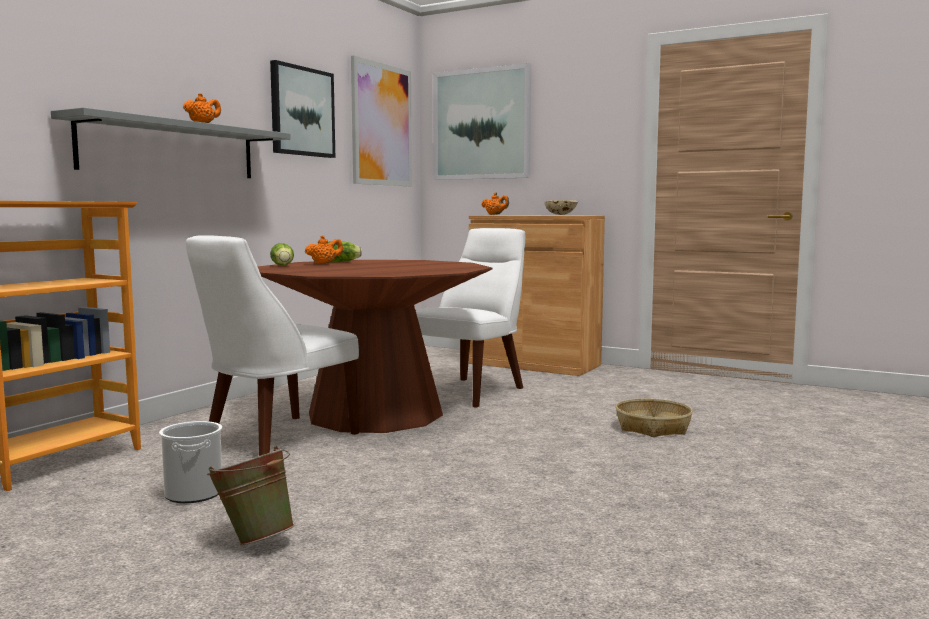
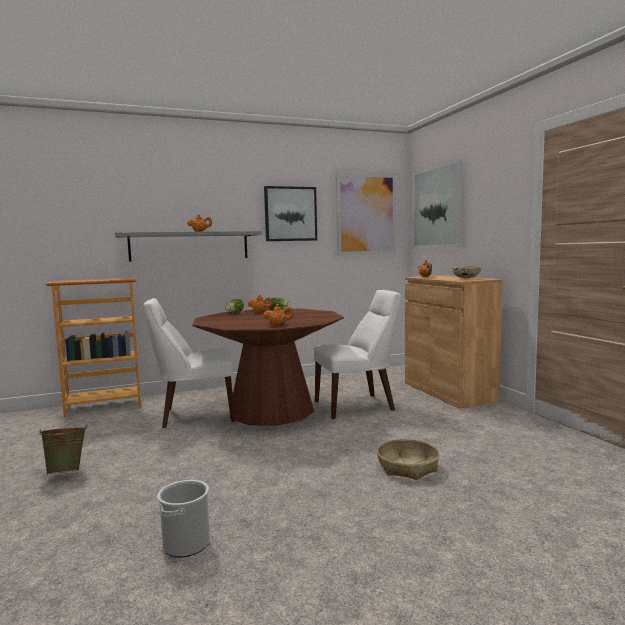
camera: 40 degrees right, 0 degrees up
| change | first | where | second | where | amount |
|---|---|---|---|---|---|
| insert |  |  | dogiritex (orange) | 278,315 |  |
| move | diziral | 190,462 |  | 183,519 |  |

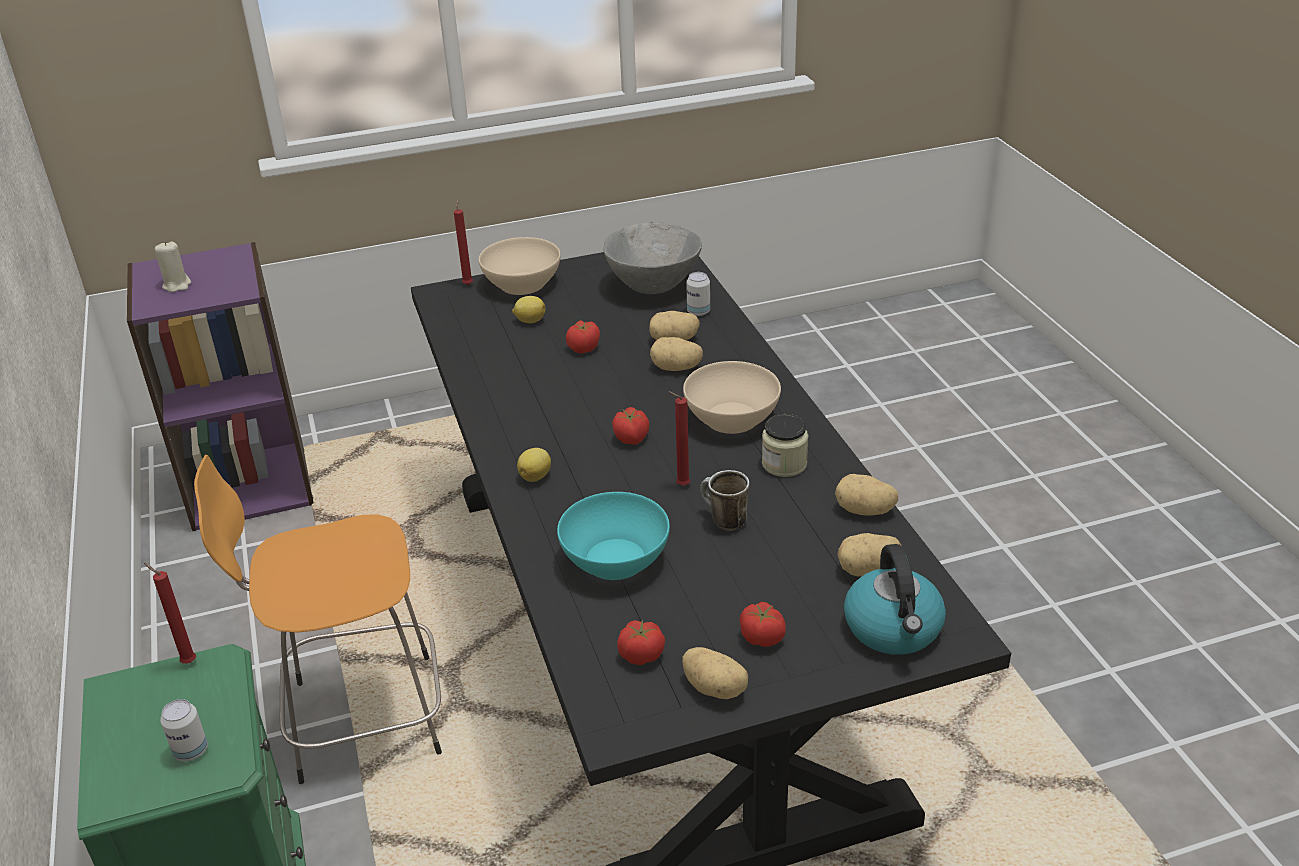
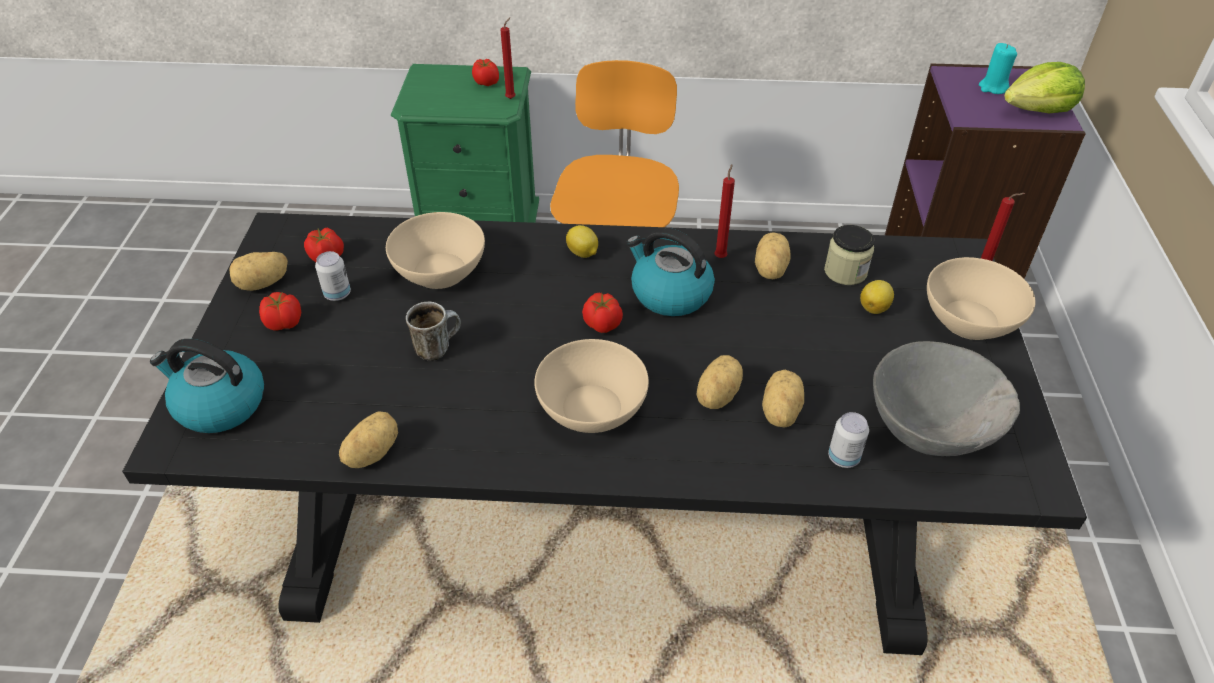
camera: 110 degrees right, 10 degrees up
| change | first | where | second | where | amount |
|---|---|---|---|---|---|
| insert |  |  | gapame | 670,272 |  |
| insert |  |  | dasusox | 1044,87 |  |
| move | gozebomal | 184,730 |  | 333,276 |  |
| move | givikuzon | 583,336 |  | 485,72 |  |
| move | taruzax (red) | 679,438 |  | 724,211 |  |
| move | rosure | 785,445 |  | 849,255 |  |
| move | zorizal | 869,554 |  | 773,255 |  |
| recolor | taruzax (beige) | 173,266 | taruzax (turquoise) | 998,68 |  |
| recolor | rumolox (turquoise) | 613,536 | rumolox (beige) | 435,250 |  |

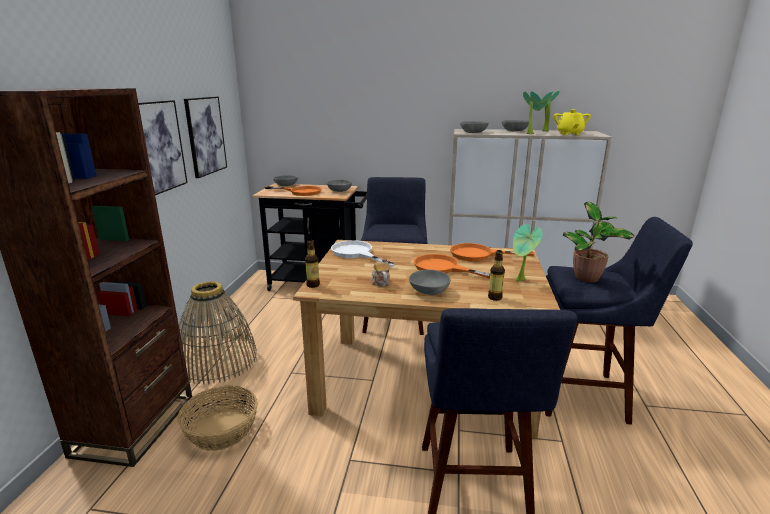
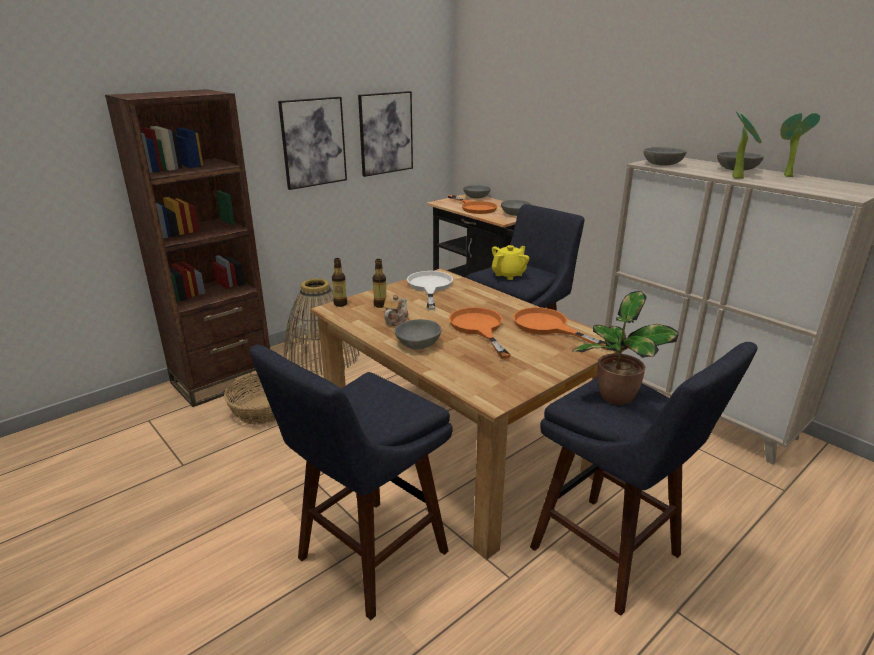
camera: 40 degrees right, 5 degrees up
| change | first | where | second | where | amount |
|---|---|---|---|---|---|
| delete | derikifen | 527,252 |  |  |  |
| move | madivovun | 496,275 |  | 379,283 |  |
| move | dogiritex (yellow) | 572,122 |  | 511,262 |  |

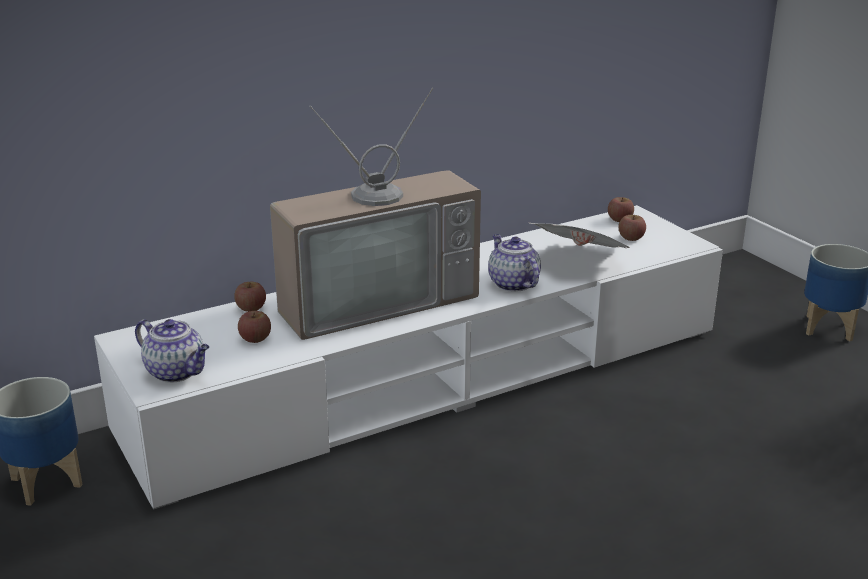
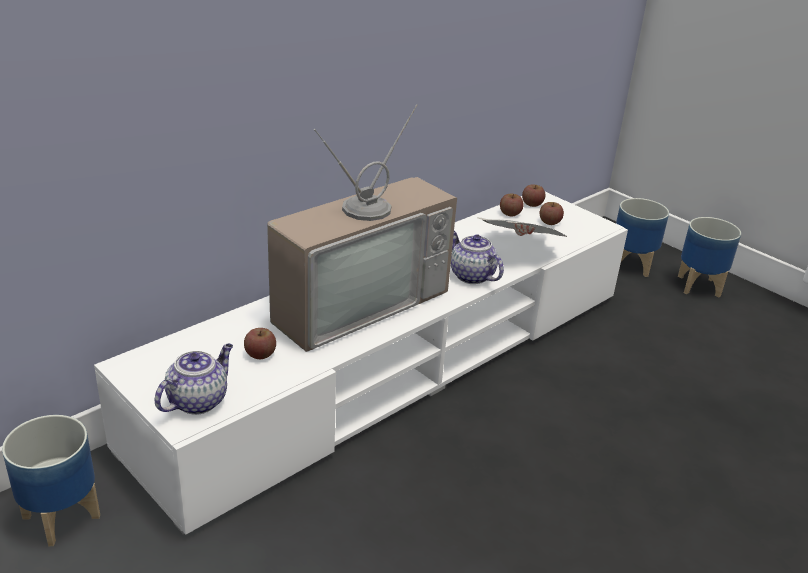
camera: 15 degrees left, 5 degrees up
| change | first | where | second | where | amount |
|---|---|---|---|---|---|
| insert |  |  | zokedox | 642,237 |  |
| move | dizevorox | 250,297 |  | 512,205 |  |
| rotate | dogiritex | 172,351 |  | 194,379 | 75 degrees counterclockwise |

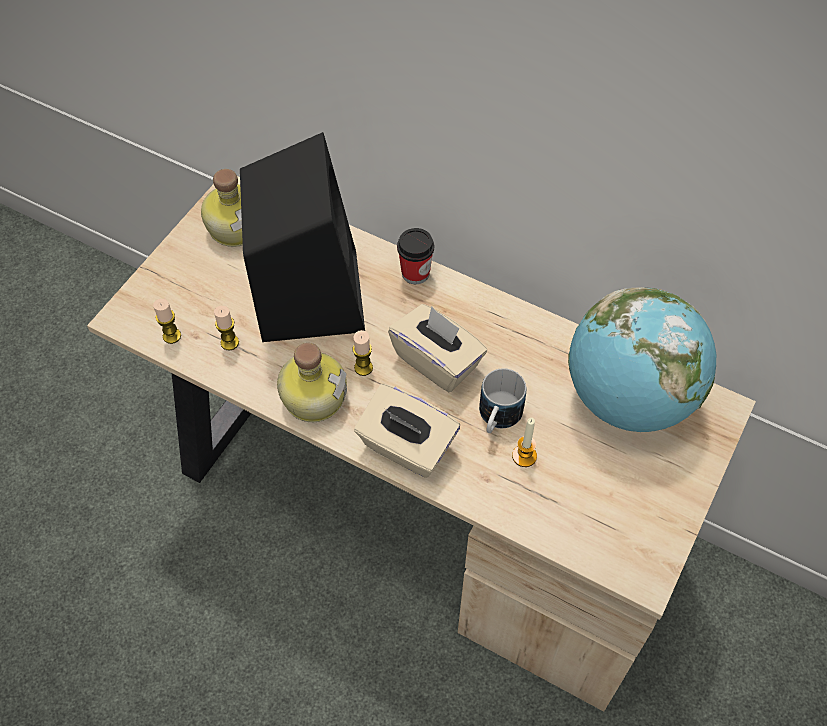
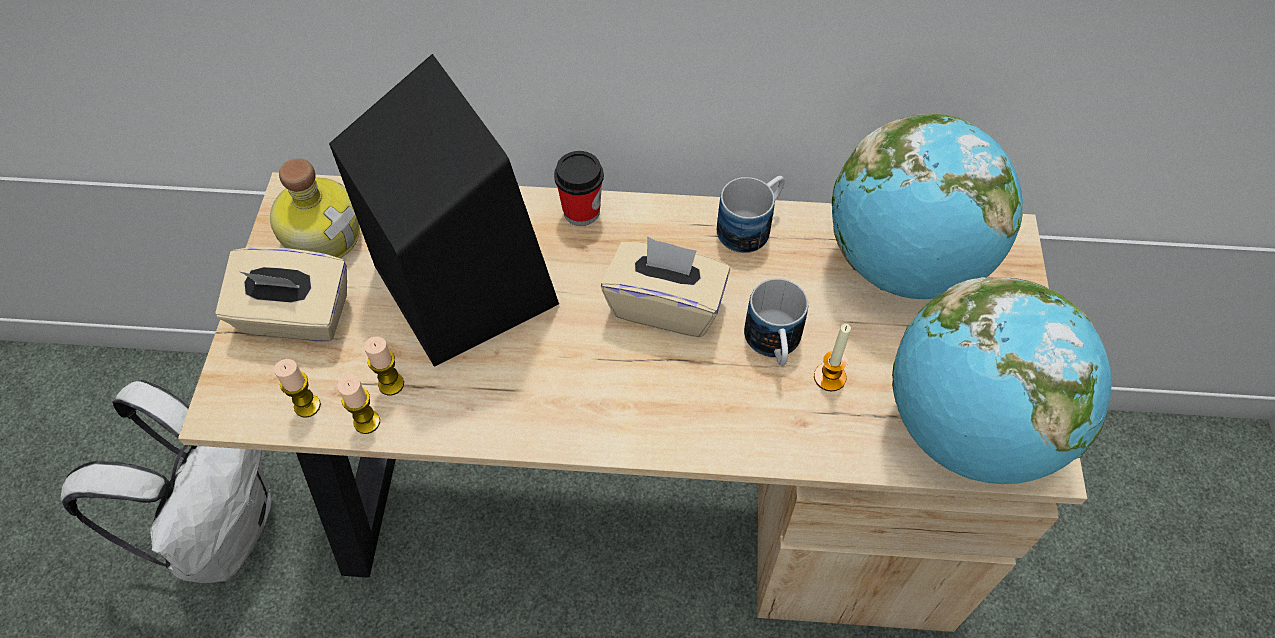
camera: 25 degrees left, 0 degrees up
| change | first | where | second | where | amount |
|---|---|---|---|---|---|
| delete | madivovun | 312,382 |  |  |  |
| insert |  |  | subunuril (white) | 166,481 |  |
| insert |  |  | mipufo | 751,214 |  |
| insert |  |  | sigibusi | 1001,380 |  |
| move | taruzax | 362,353 |  | 358,404 |  |
| move | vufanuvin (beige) | 407,431 |  | 281,294 |  |

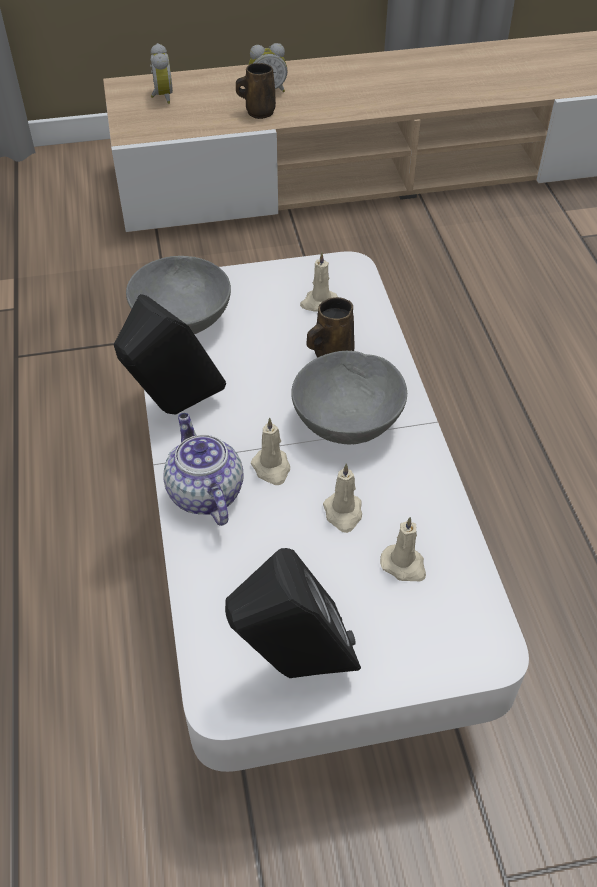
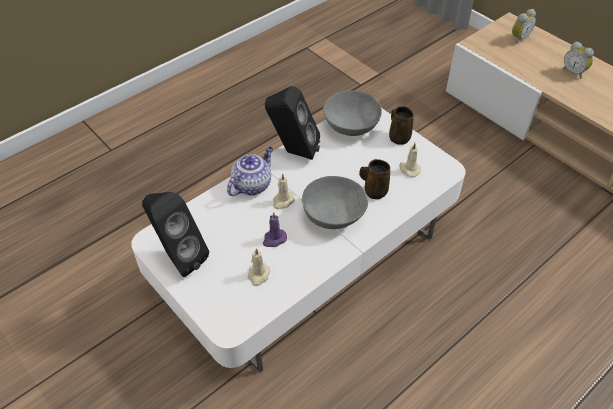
camera: 60 degrees right, 0 degrees up
| change | first | where | second | where | amount |
|---|---|---|---|---|---|
| move | mipufo (brown) | 256,91 |  | 401,125 |  |
| recolor | taruzax (beige) | 342,498 | taruzax (purple) | 275,229 |  |

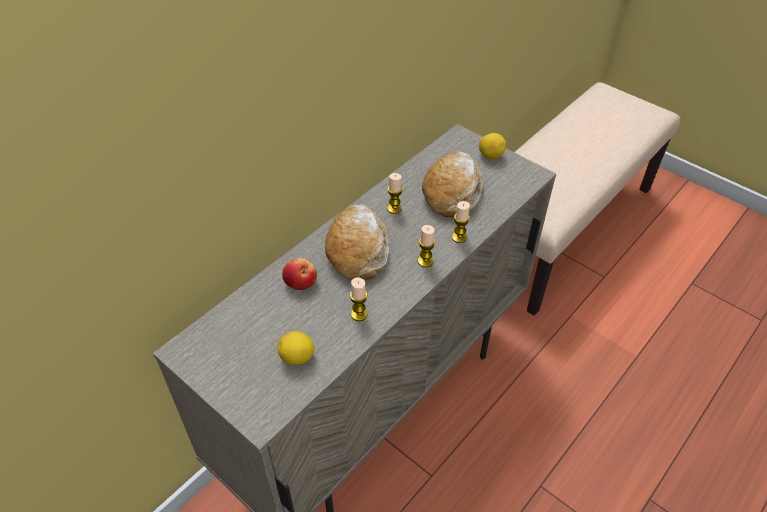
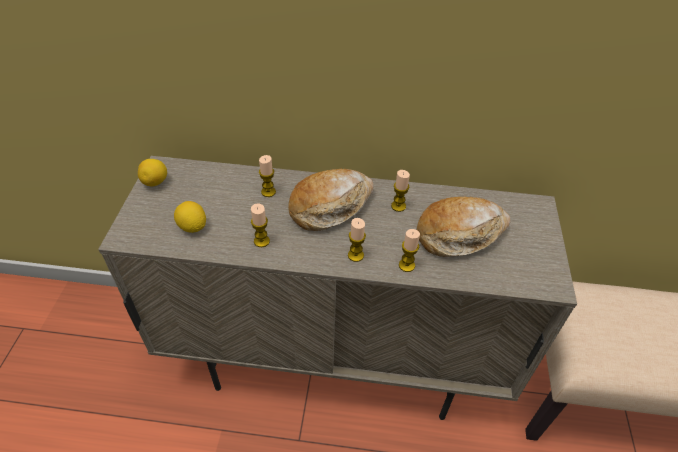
camera: 55 degrees right, 0 degrees up
| change | first | where | second | where | amount |
|---|---|---|---|---|---|
| move | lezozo | 492,146 |  | 152,172 |  |
| replace | dizevorox | 299,274 | taruzax | 267,176 |  |

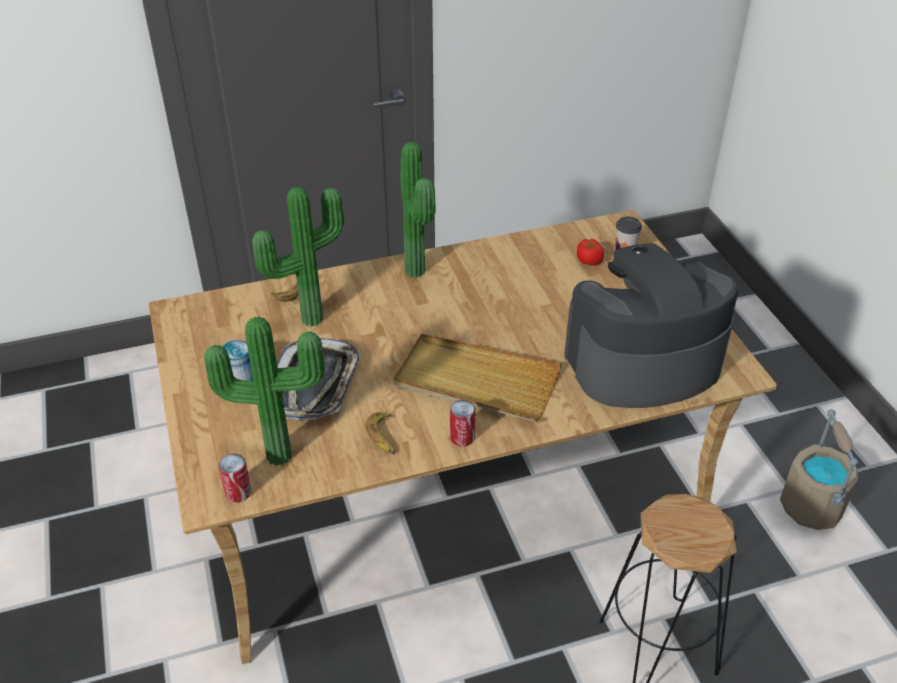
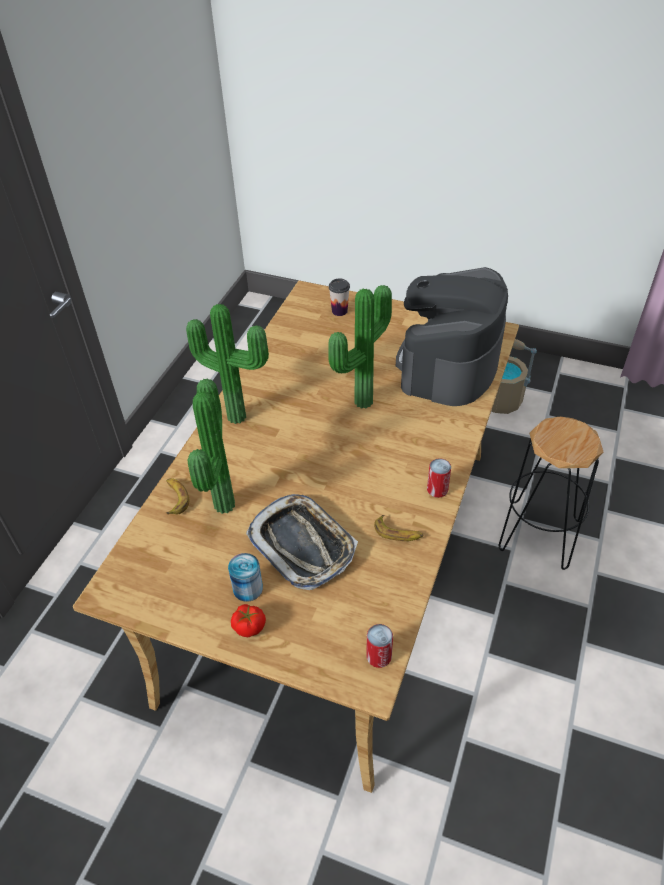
camera: 50 degrees left, 5 degrees up
| change | first | where | second | where | amount |
|---|---|---|---|---|---|
| delete | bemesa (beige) | 477,378 |  |  |  |
| move | derikifen | 264,391 |  | 360,347 |  |
| move | givikuzon | 590,252 |  | 248,620 |  |

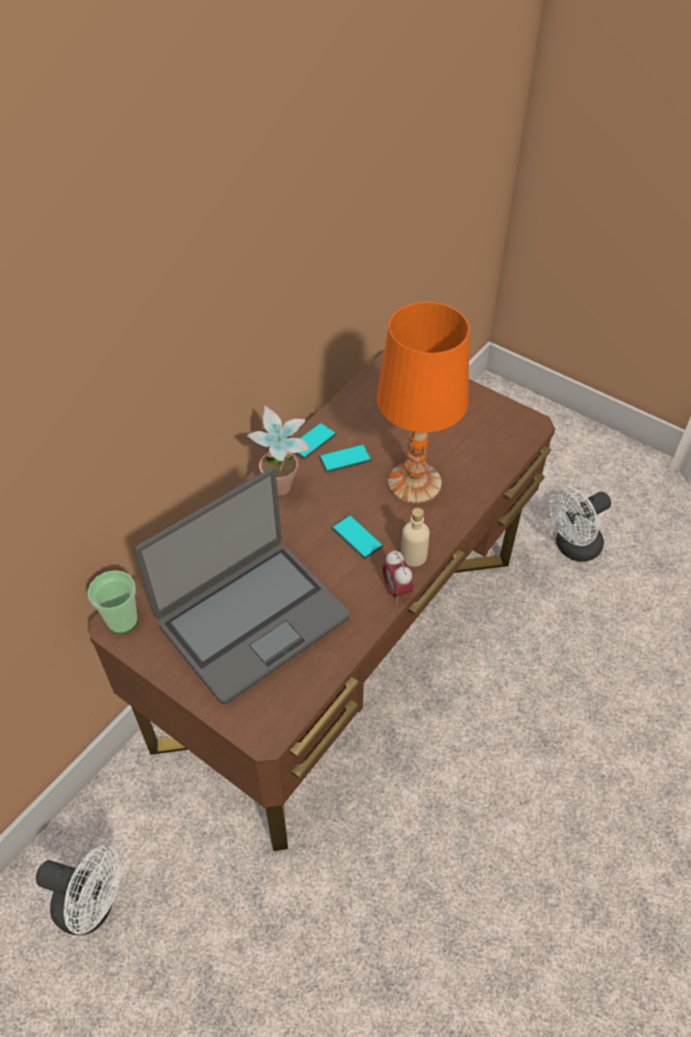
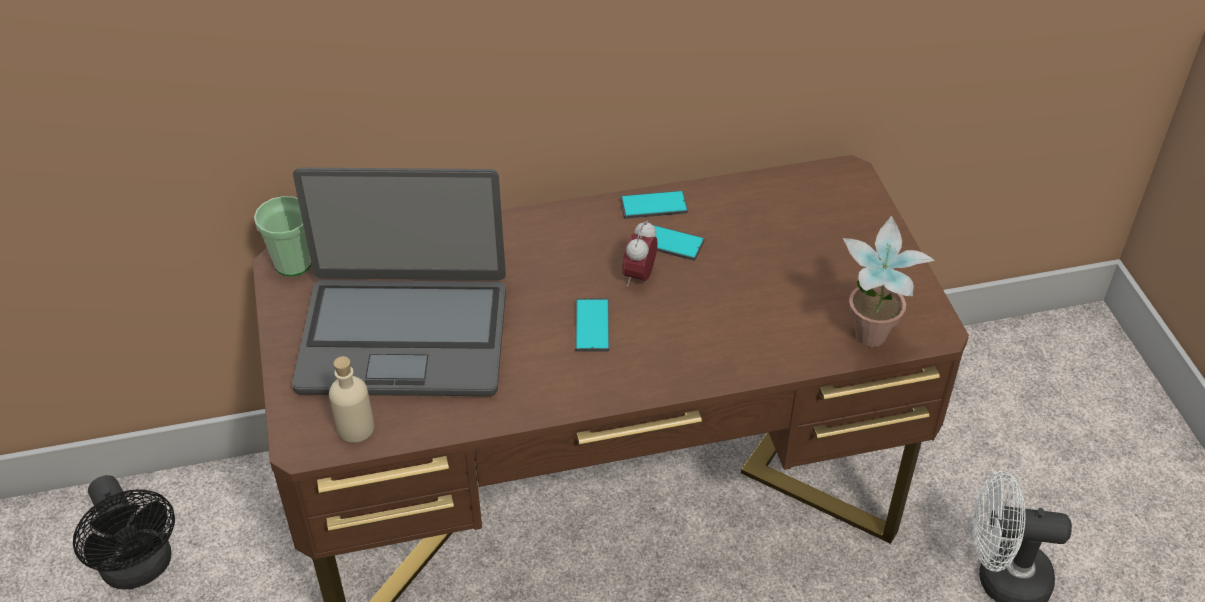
camera: 40 degrees right, 5 degrees down
| change | first | where | second | where | amount |
|---|---|---|---|---|---|
| delete | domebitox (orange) | 423,402 |  |  |  |
| move | derikifen | 279,450 |  | 888,281 |  |
| move | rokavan | 397,576 |  | 639,253 |  |
| move | madivovun (beige) | 415,537 |  | 351,399 |  |
| recolor | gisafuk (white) | 78,890 | gisafuk (black) | 124,532 |  |

